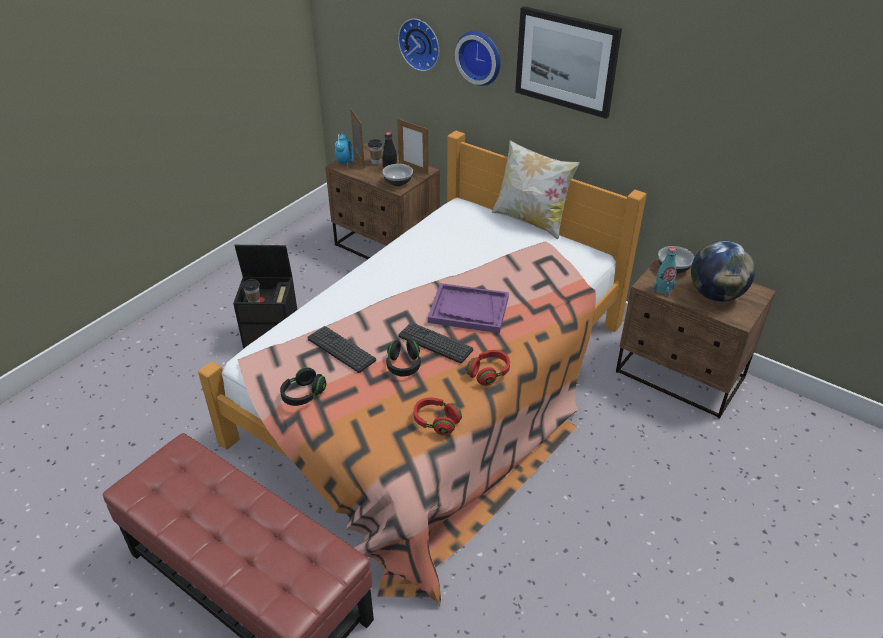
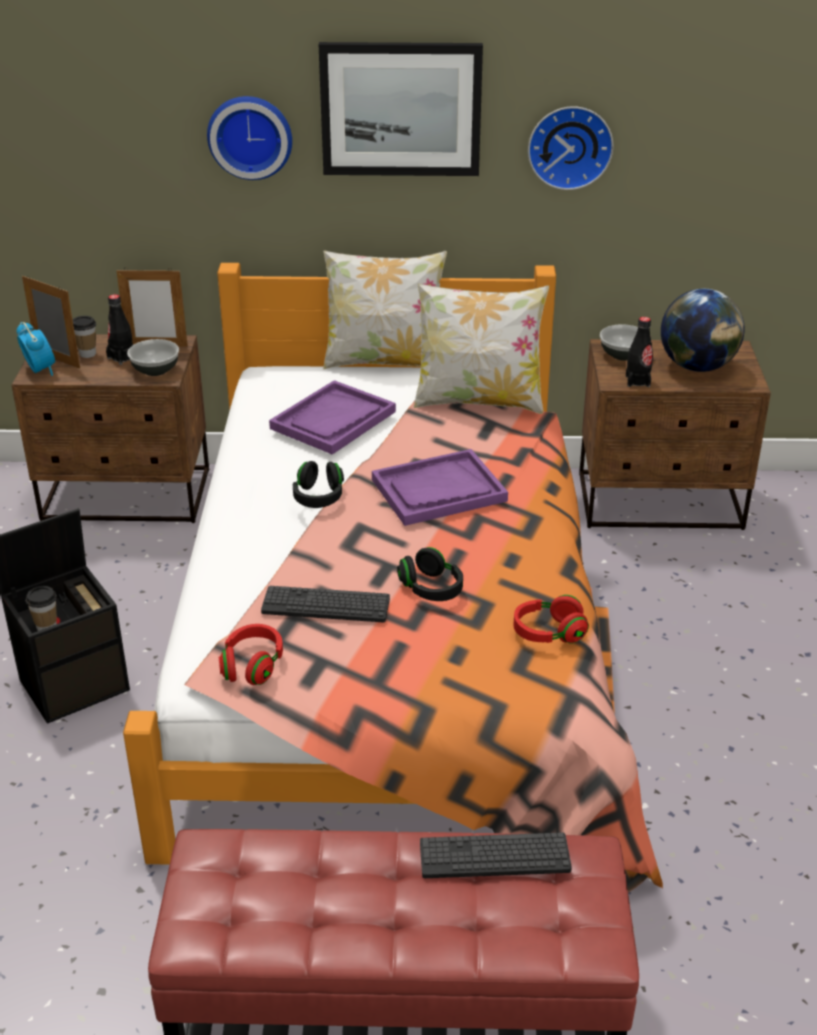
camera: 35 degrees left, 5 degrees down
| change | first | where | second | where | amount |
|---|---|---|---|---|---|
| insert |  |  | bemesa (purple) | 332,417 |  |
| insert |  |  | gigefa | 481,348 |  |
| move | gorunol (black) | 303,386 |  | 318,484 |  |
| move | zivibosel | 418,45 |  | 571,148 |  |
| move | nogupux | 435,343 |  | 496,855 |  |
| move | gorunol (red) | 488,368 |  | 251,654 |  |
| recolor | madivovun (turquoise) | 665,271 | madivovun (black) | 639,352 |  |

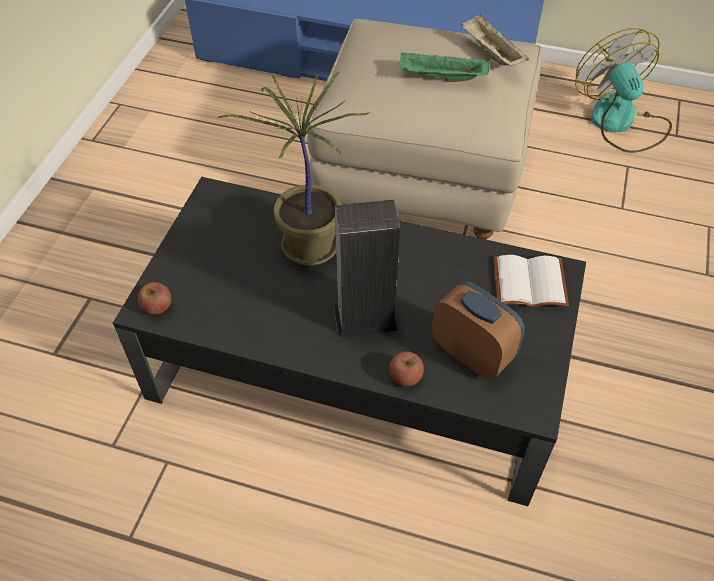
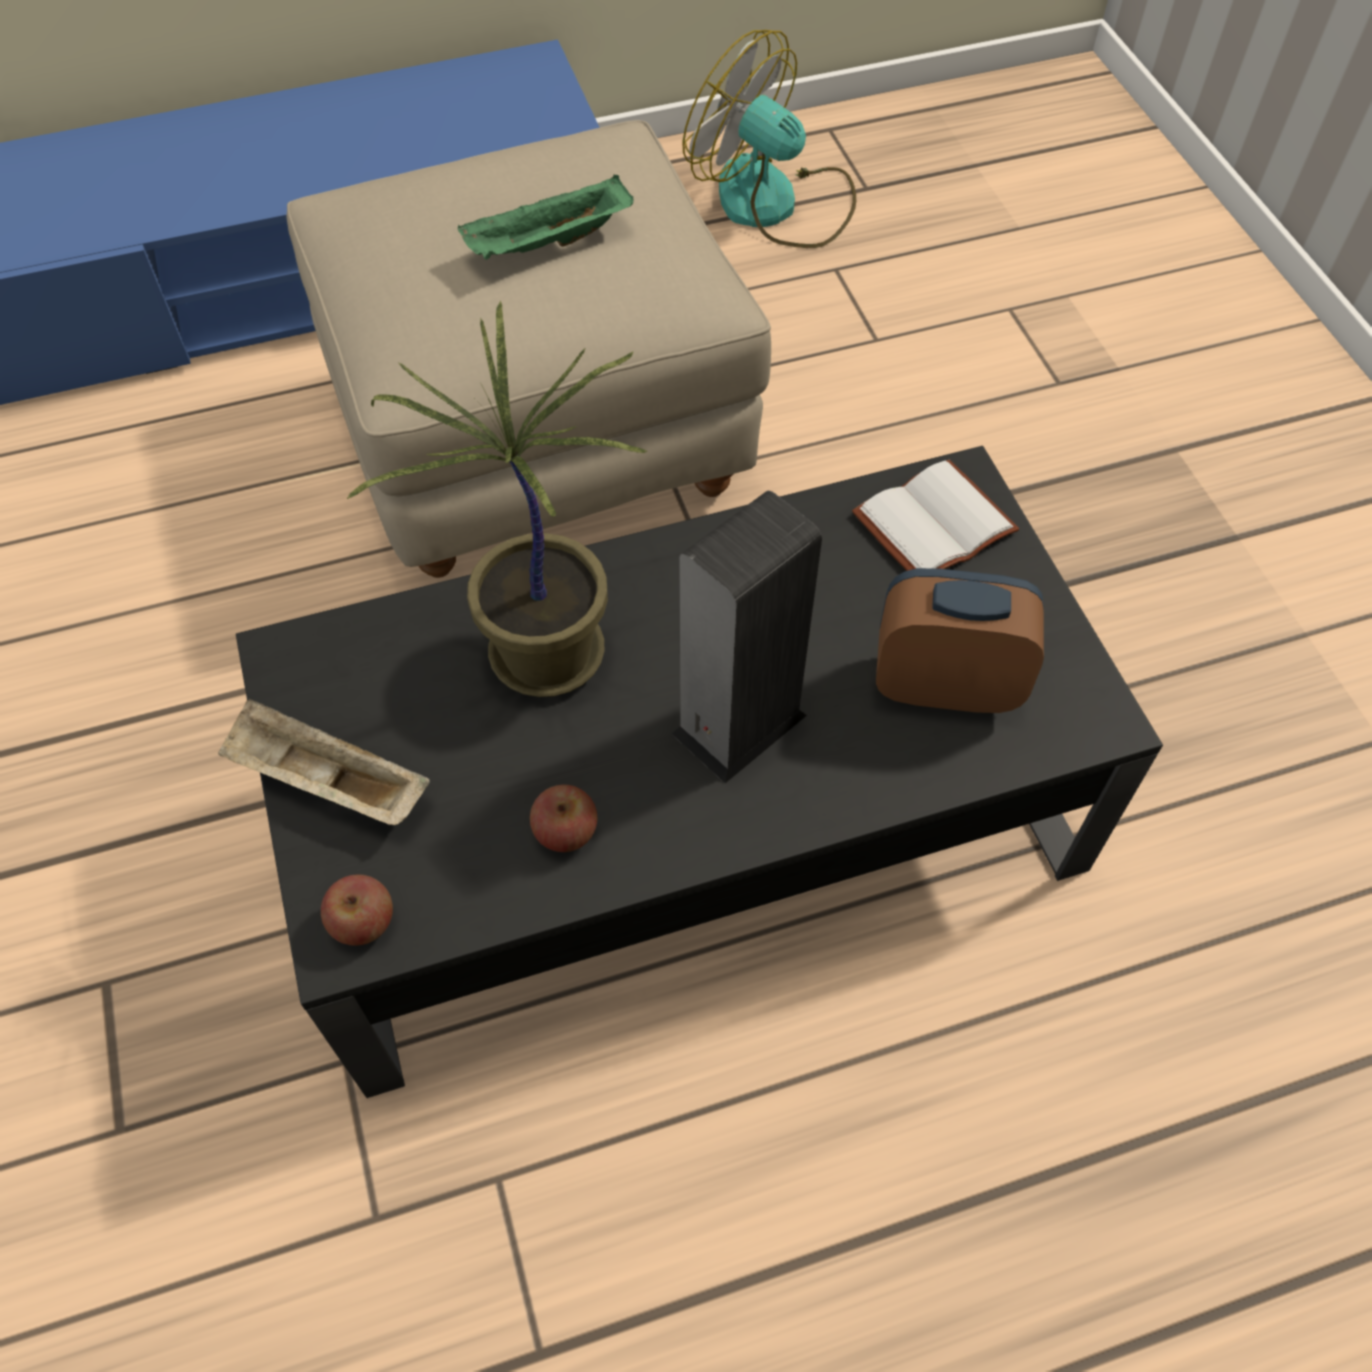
camera: 35 degrees left, 5 degrees up
| change | first | where | second | where | amount |
|---|---|---|---|---|---|
| move | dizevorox | 406,368 |  | 563,818 |  |
| move | bemesa (beige) | 495,40 |  | 324,761 |  |

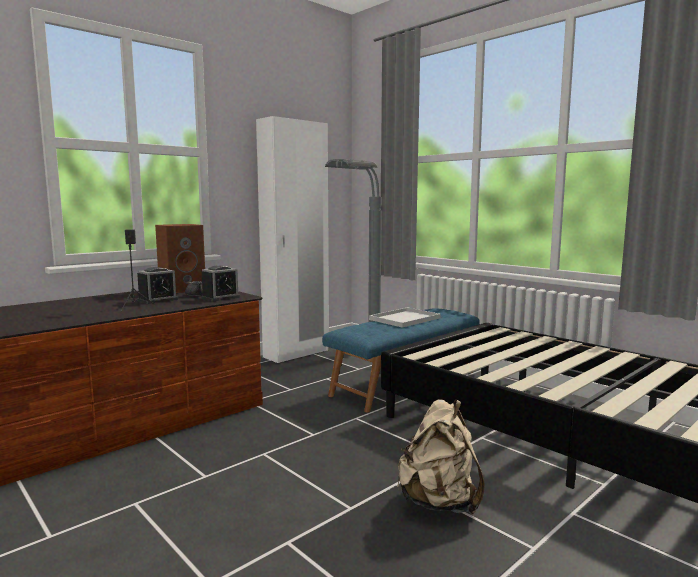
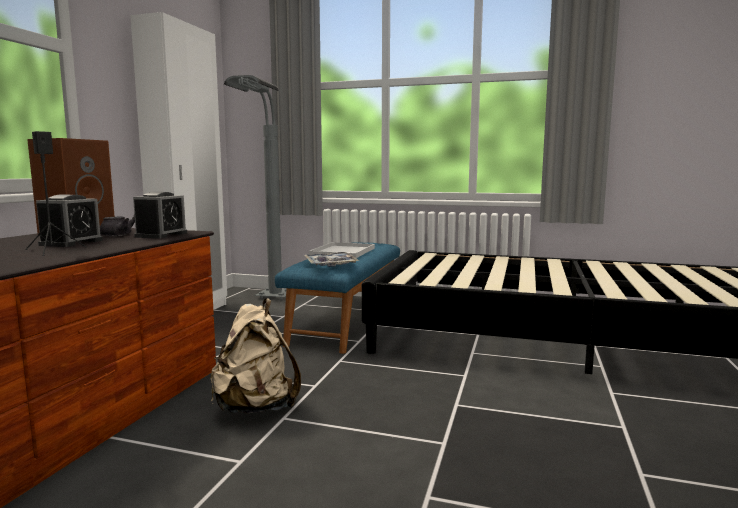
camera: 30 degrees left, 0 degrees up
| change | first | where | second | where | amount |
|---|---|---|---|---|---|
| insert |  |  | bemesa | 332,259 |  |
| move | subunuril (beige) | 441,456 |  | 255,355 |  |

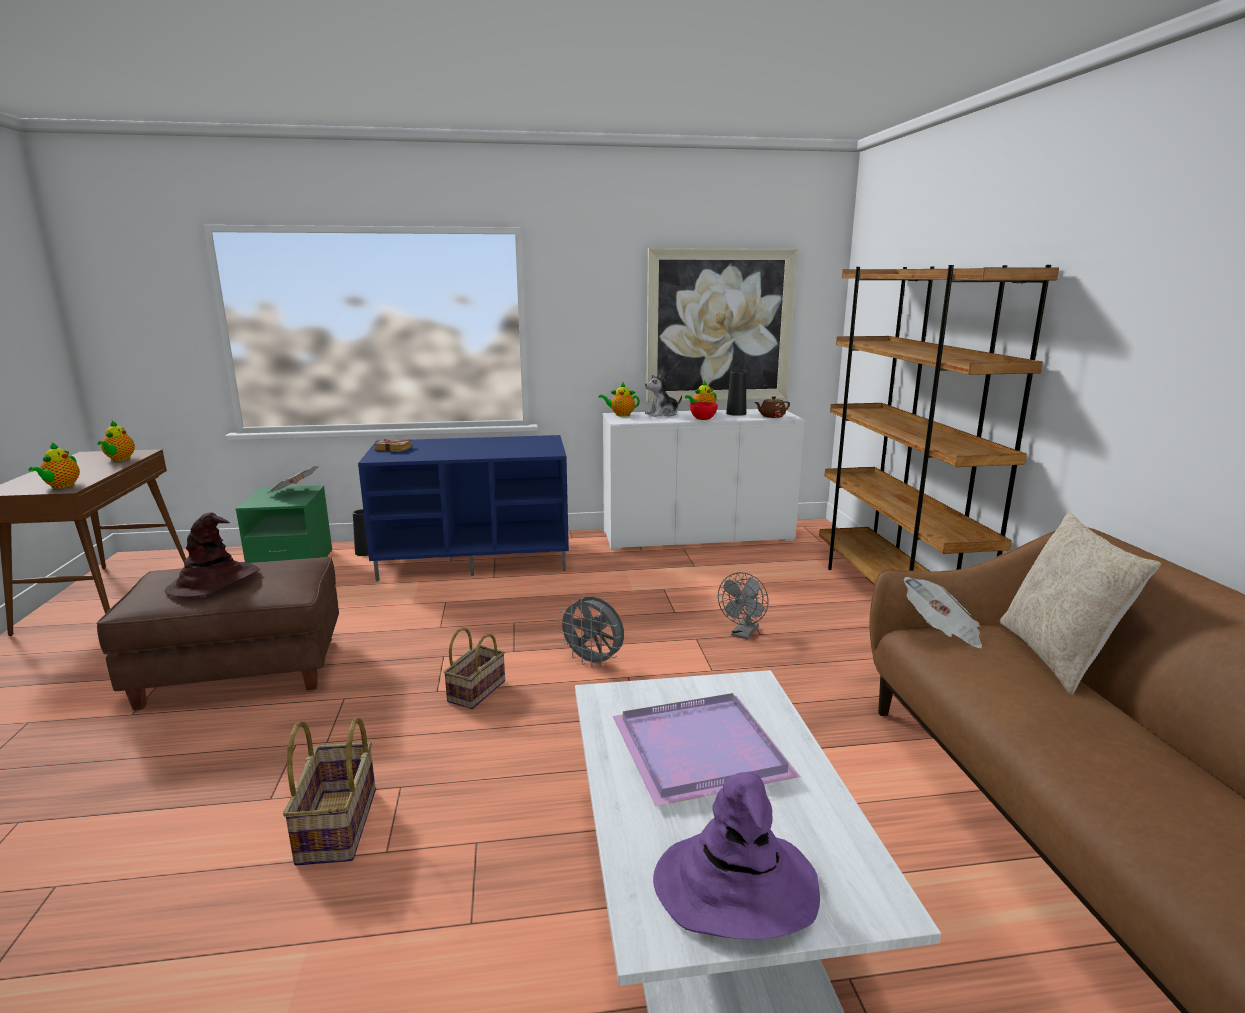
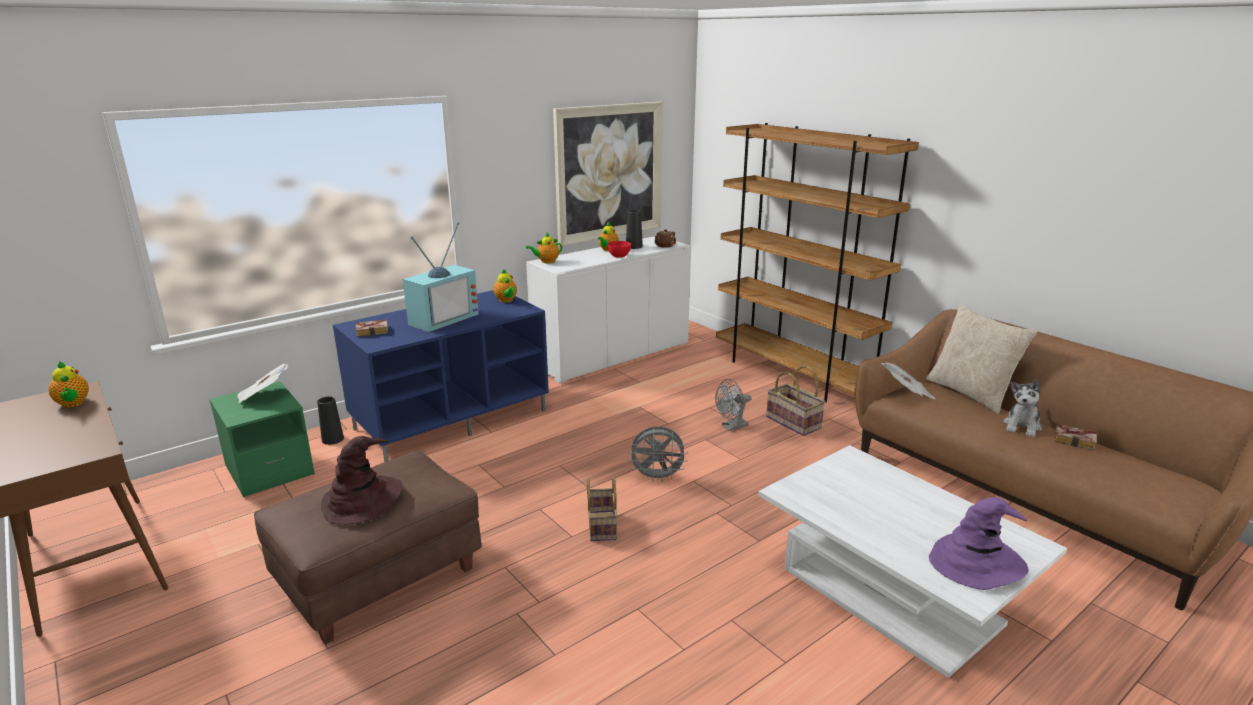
camera: 30 degrees left, 5 degrees up
| change | first | where | second | where | amount |
|---|---|---|---|---|---|
| delete | bemesa (purple) | 706,750 |  |  |  |
| insert |  |  | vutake | 441,277 |  |
| insert |  |  | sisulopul | 1075,437 |  |
| move | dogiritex | 54,466 |  | 505,285 |  |
| move | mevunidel | 329,791 |  | 796,400 |  |
| move | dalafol | 663,394 |  | 1022,408 |  |
| rotate | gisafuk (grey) | 743,606 |  | 733,405 | 60 degrees clockwise |

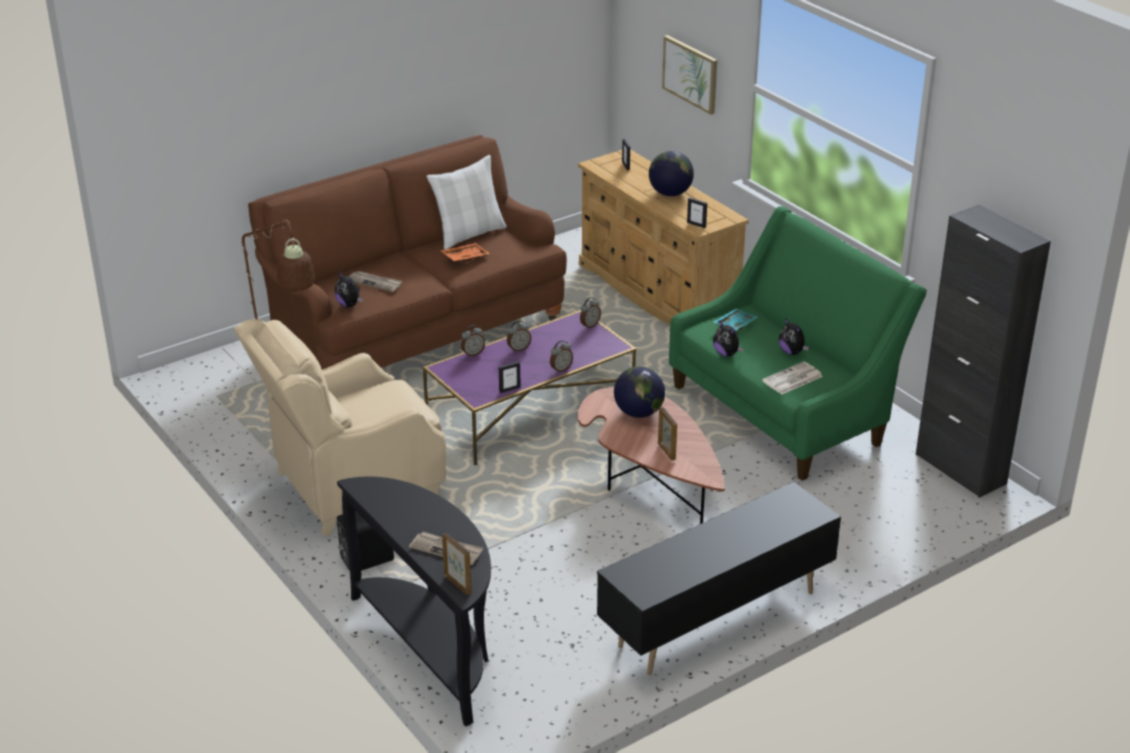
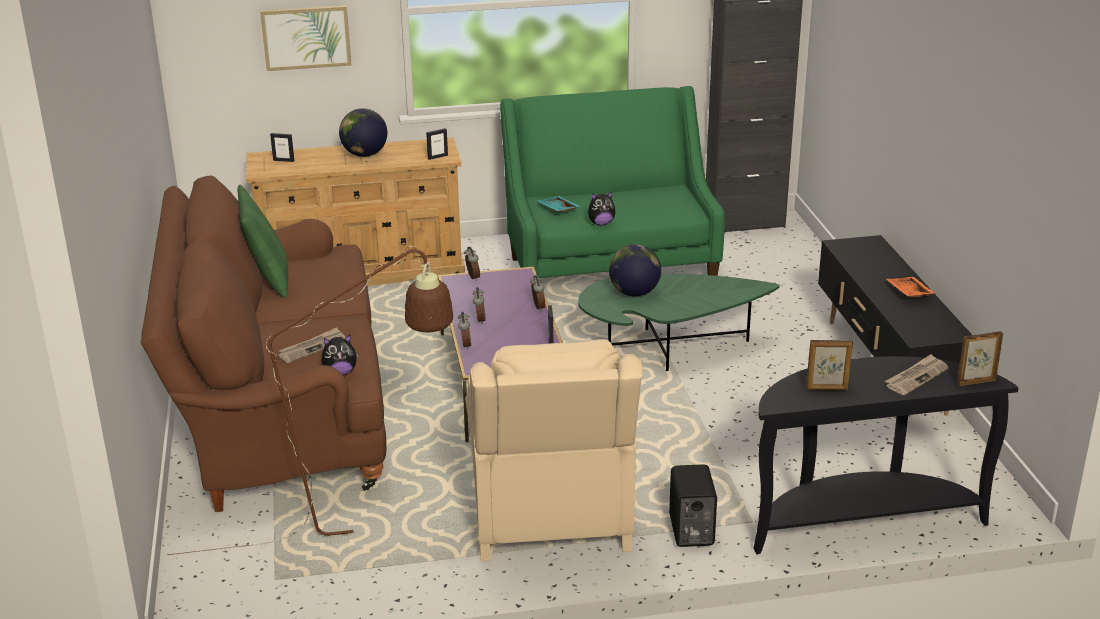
camera: 65 degrees left, 5 degrees down
| change | first | where | second | where | amount |
|---|---|---|---|---|---|
| delete | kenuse | 792,378 |  |  |  |
| delete | dalafol | 794,337 |  |  |  |
| move | bemesa (orange) | 465,252 |  | 910,287 |  |
| move | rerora | 667,434 |  | 829,365 |  |
| recolor | gigefa (white) | 466,202 | gigefa (green) | 263,241 |  |
| recolor | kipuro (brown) | 651,455 | kipuro (green) | 679,322 |  |

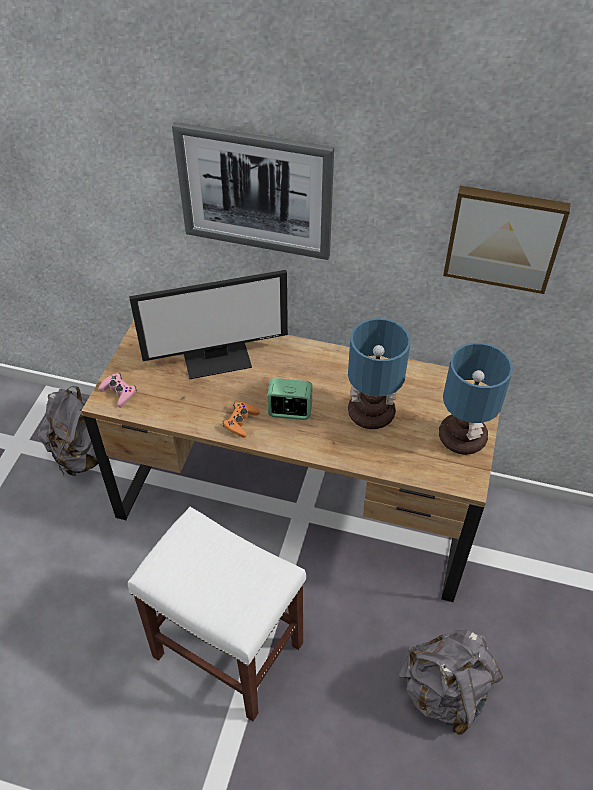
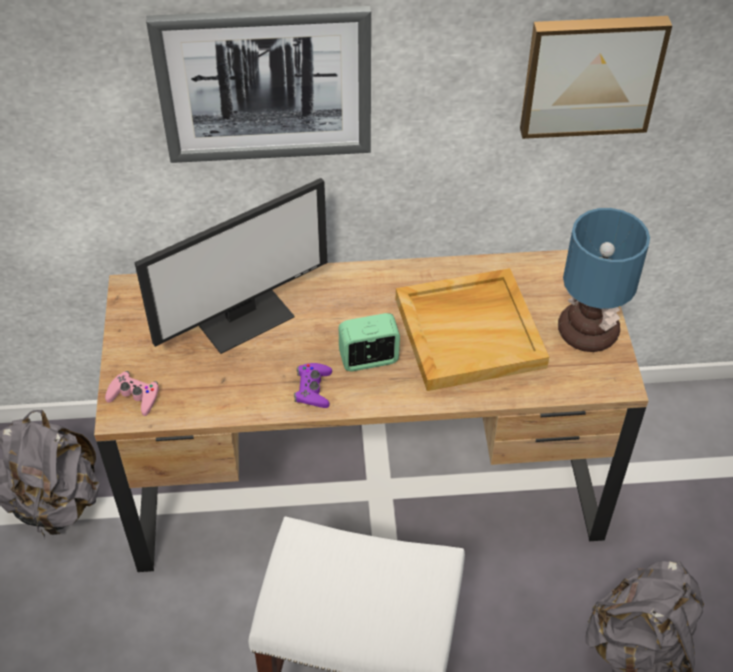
camera: 20 degrees left, 0 degrees up
| change | first | where | second | where | amount |
|---|---|---|---|---|---|
| replace | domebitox | 379,373 | bemesa (beige) | 472,329 |  |
| recolor | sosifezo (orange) | 241,420 | sosifezo (purple) | 313,385 |  |

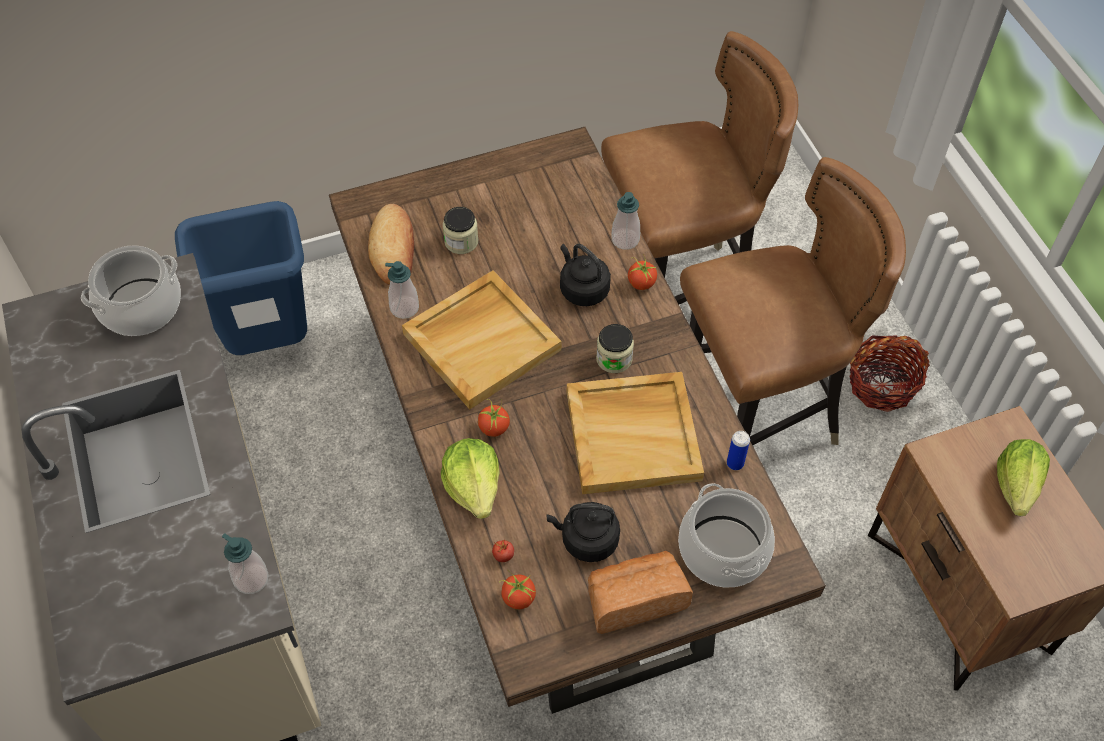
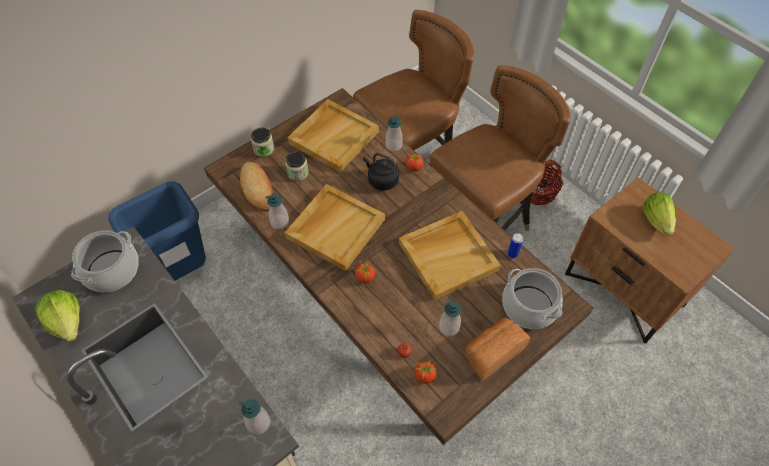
camera: 20 degrees left, 0 degrees up
| change | first | where | second | where | amount |
|---|---|---|---|---|---|
| insert |  |  | bemesa (beige) | 333,135 |  |
| move | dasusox | 470,478 |  | 57,316 |  |
| move | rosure | 615,348 |  | 262,142 |  |
| replace | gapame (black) | 583,532 | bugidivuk | 450,316 |  |

